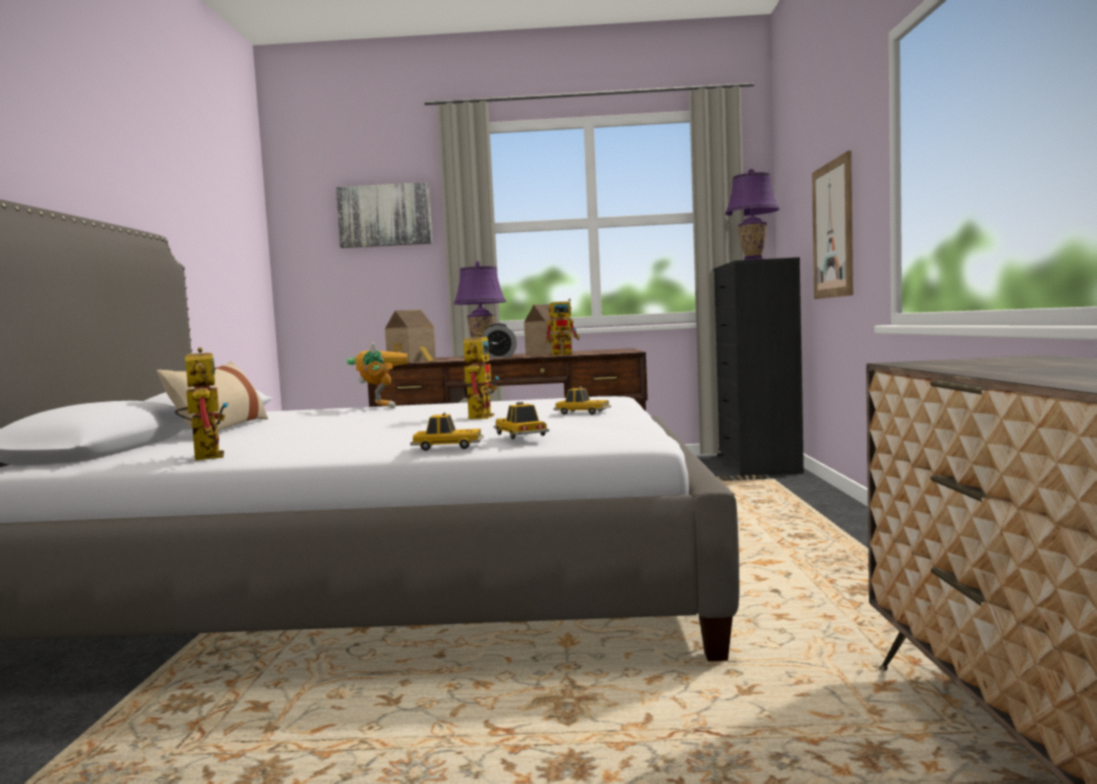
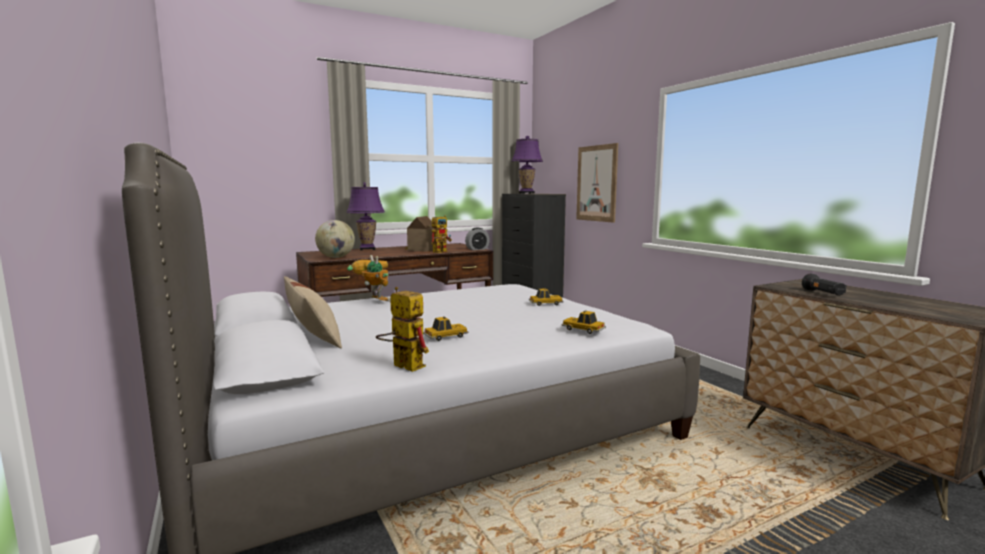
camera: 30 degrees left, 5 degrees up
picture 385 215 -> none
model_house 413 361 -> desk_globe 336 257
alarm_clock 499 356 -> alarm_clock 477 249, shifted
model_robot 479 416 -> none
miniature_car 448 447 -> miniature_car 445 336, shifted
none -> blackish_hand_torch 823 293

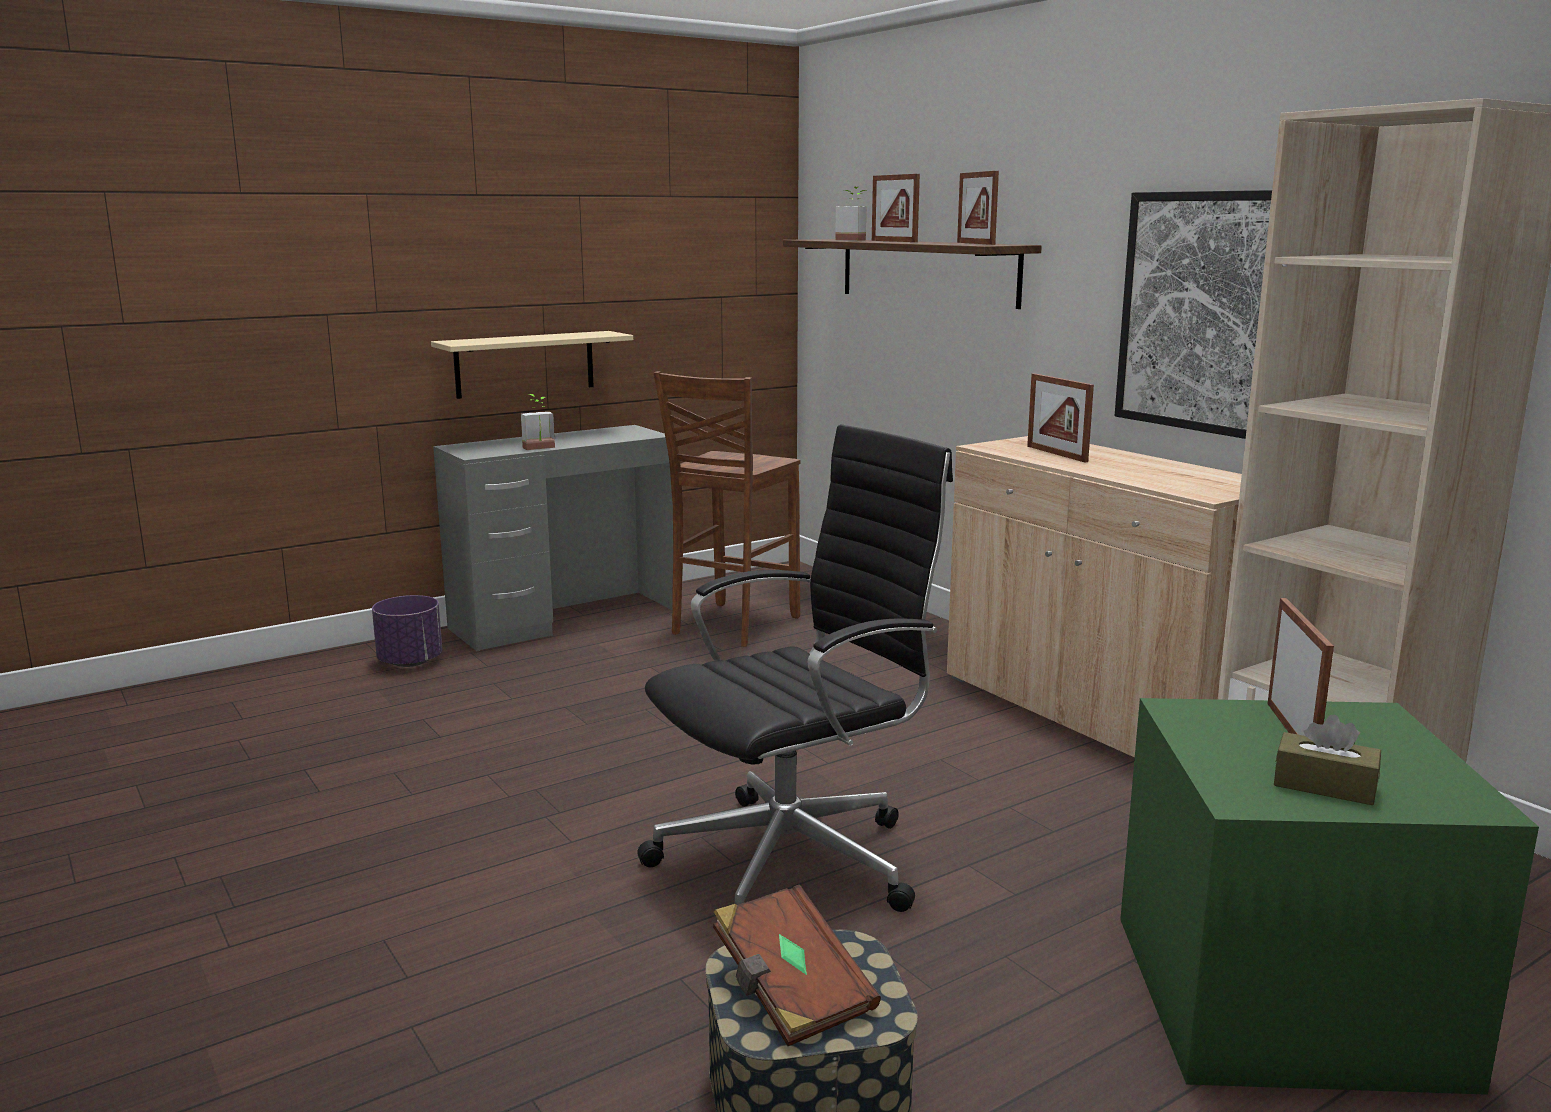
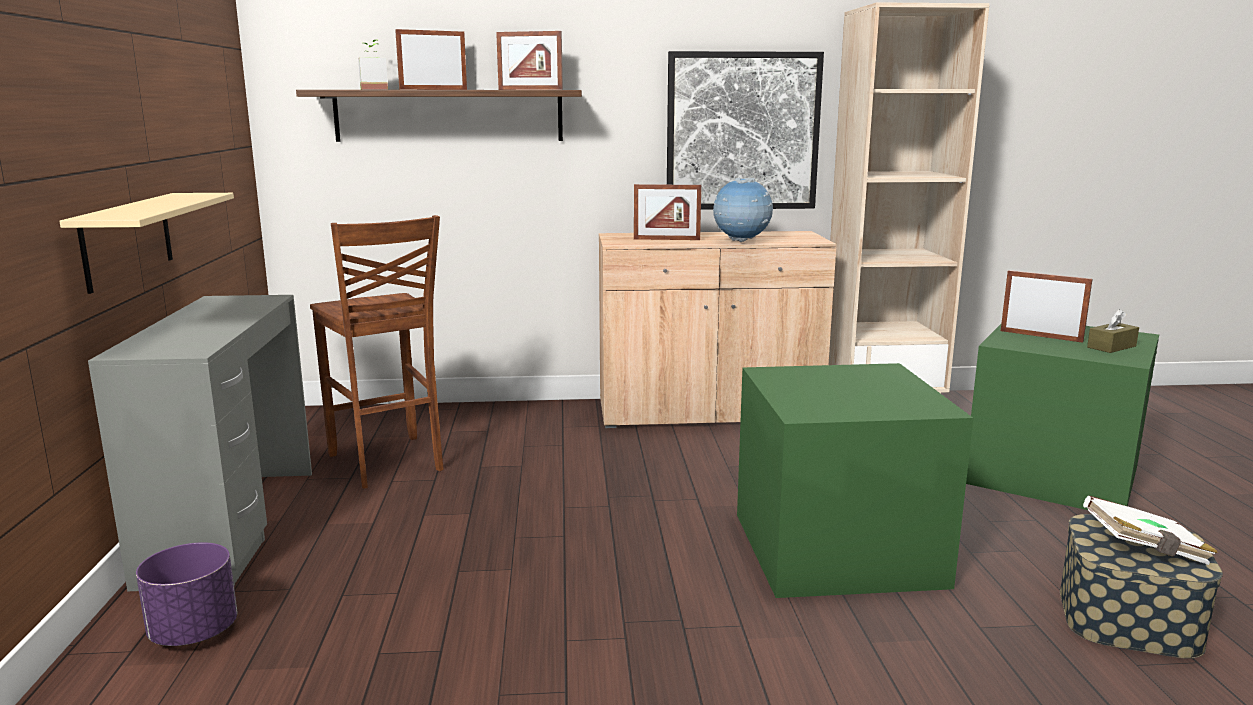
camera: 60 degrees left, 0 degrees up
picture_frame 894 241 -> picture_frame 433 89, 150 degrees clockwise
houseplant 540 448 -> none
blackish_desk_chair 795 861 -> green_storage_box 838 547
brown-coloured_book 791 991 -> whitish_book 1145 550
none -> desk_globe 741 242

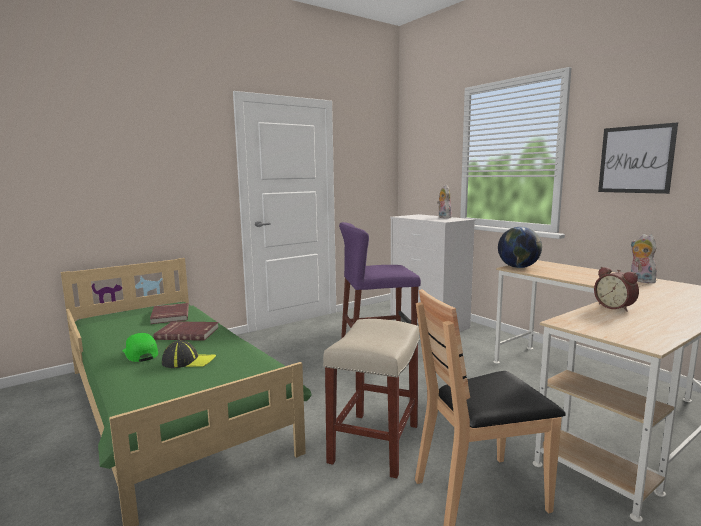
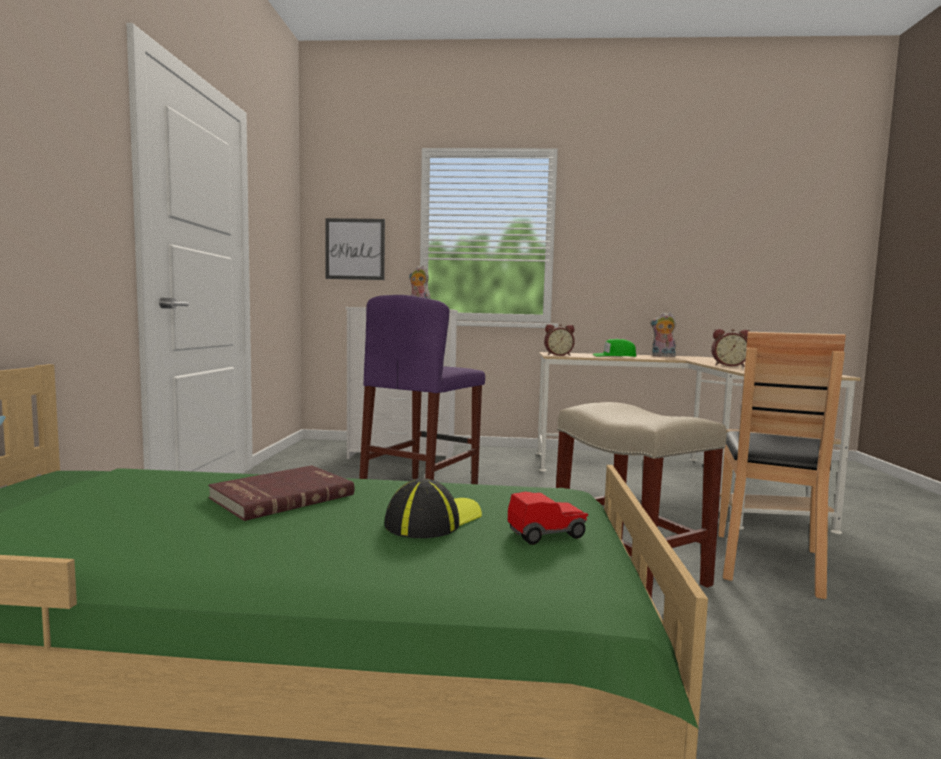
camera: 50 degrees left, 5 degrees down
picture 635 159 -> picture 355 249, shifted
desk_globe 518 267 -> alarm_clock 558 355
red-coloured_book 169 315 -> none
green_baseball_cap 140 353 -> green_baseball_cap 614 356, shifted
none -> miniature_car 546 534

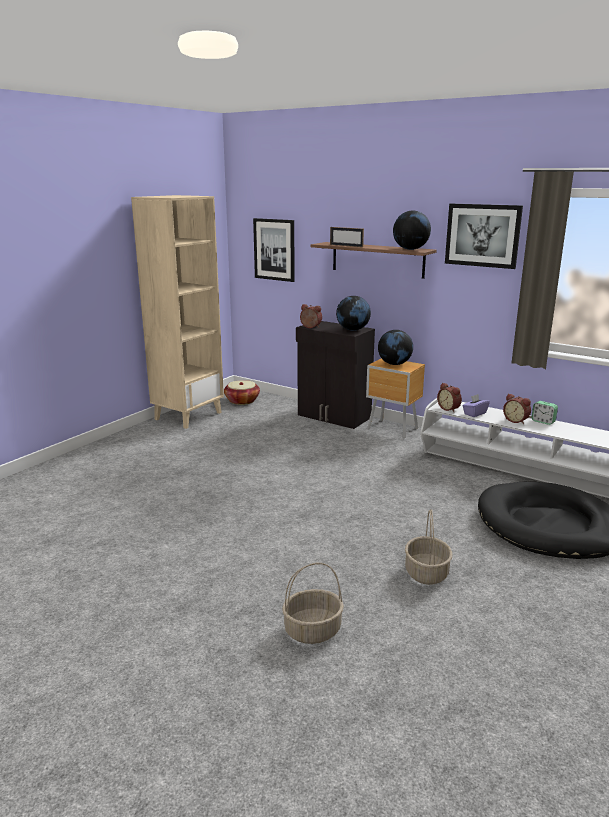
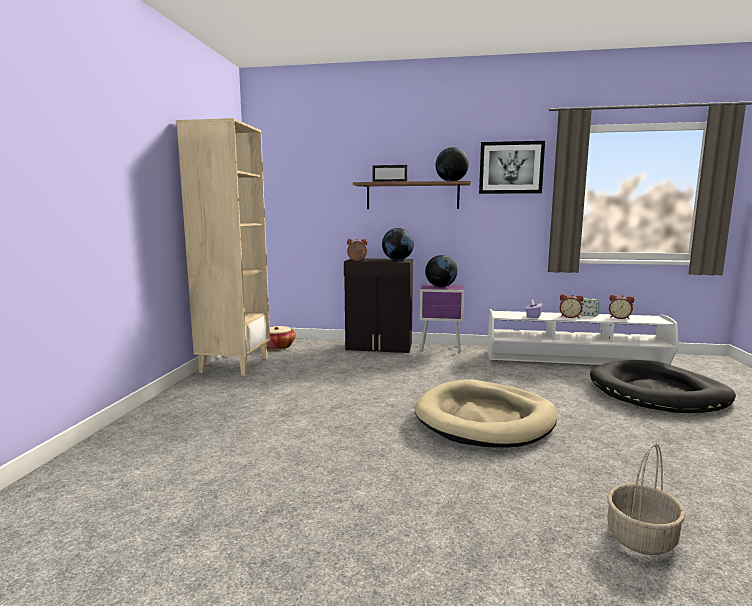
camera: 25 degrees left, 10 degrees down
picture 274 249 -> none
brown-coloured_nightstand 393 429 -> purple_nightstand 441 348
alarm_clock 449 409 -> alarm_clock 620 317, shifted
storage_basket 427 573 -> none
none -> sand-coloured_pet_bed 485 419

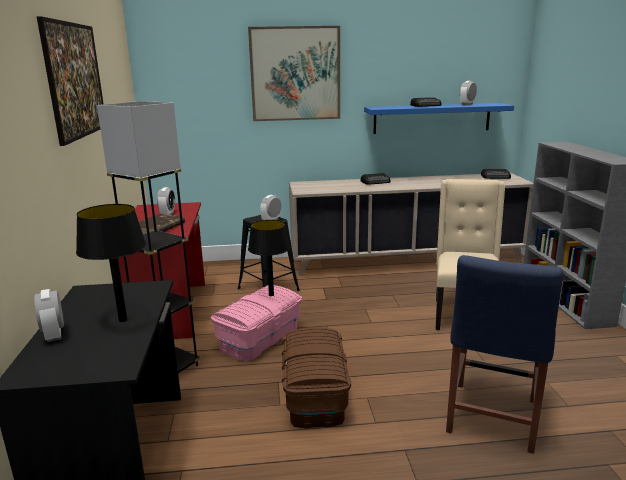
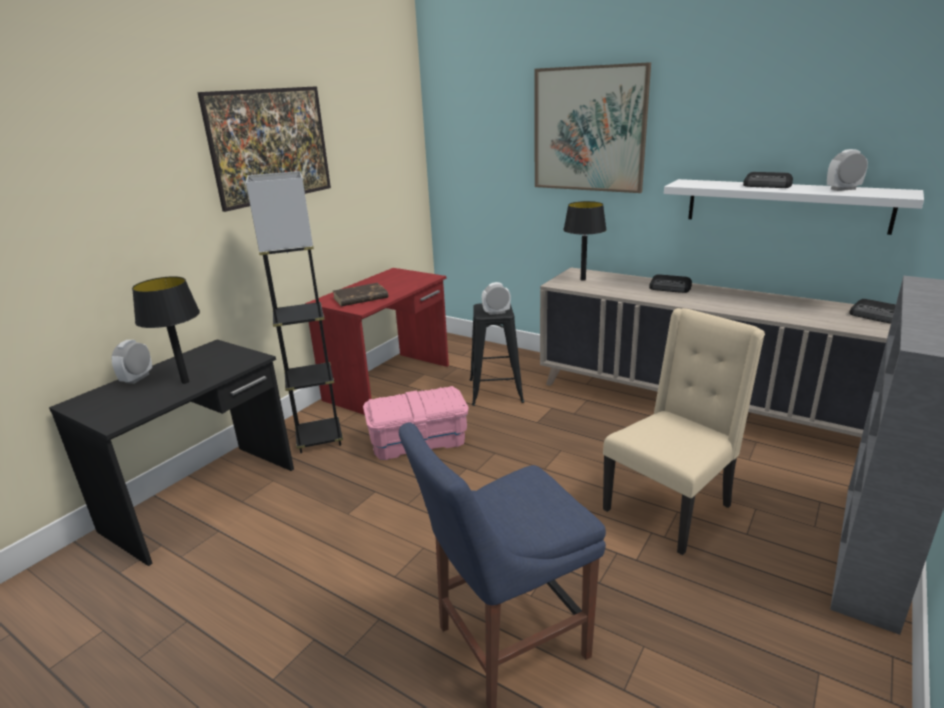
camera: 40 degrees right, 5 degrees up
blue_shelf 432 118 -> whitish_shelf 785 205
alarm_clock 167 214 -> none
blackish_tabletop_lamp 271 295 -> blackish_tabletop_lamp 583 279, shifted
brown-coloured_storage_box 314 395 -> none

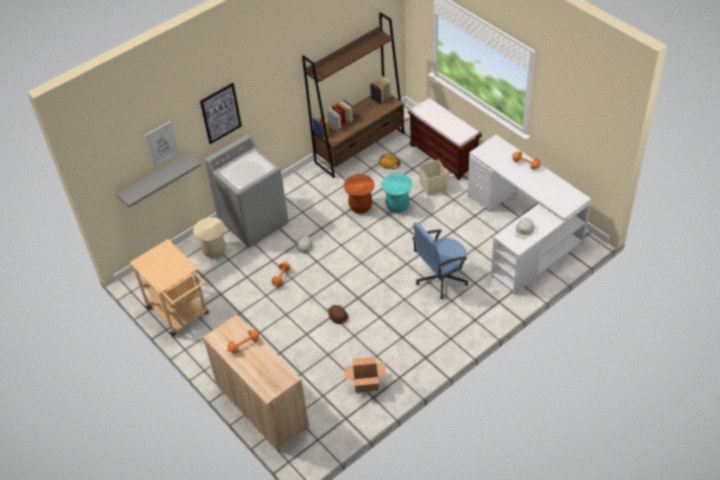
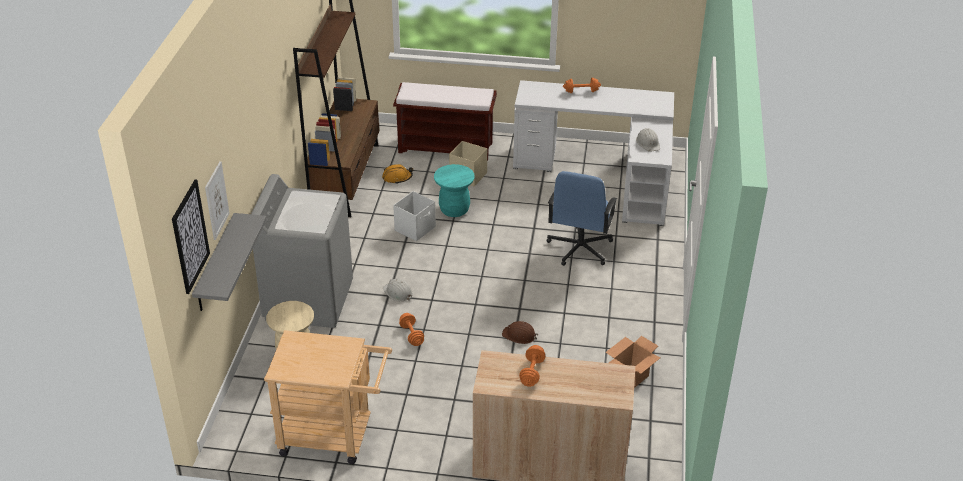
camera: 45 degrees left, 10 degrees down
picture 220 113 -> picture 190 236, shifted
brown-coloured_sitting_stool 360 207 -> whitish_storage_box 415 228

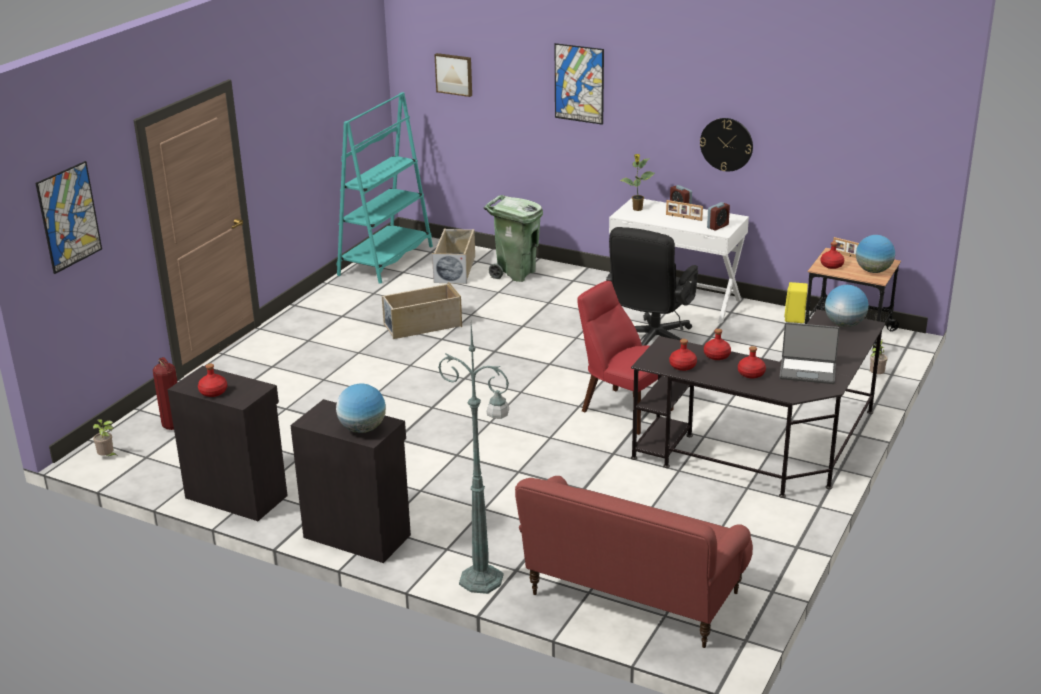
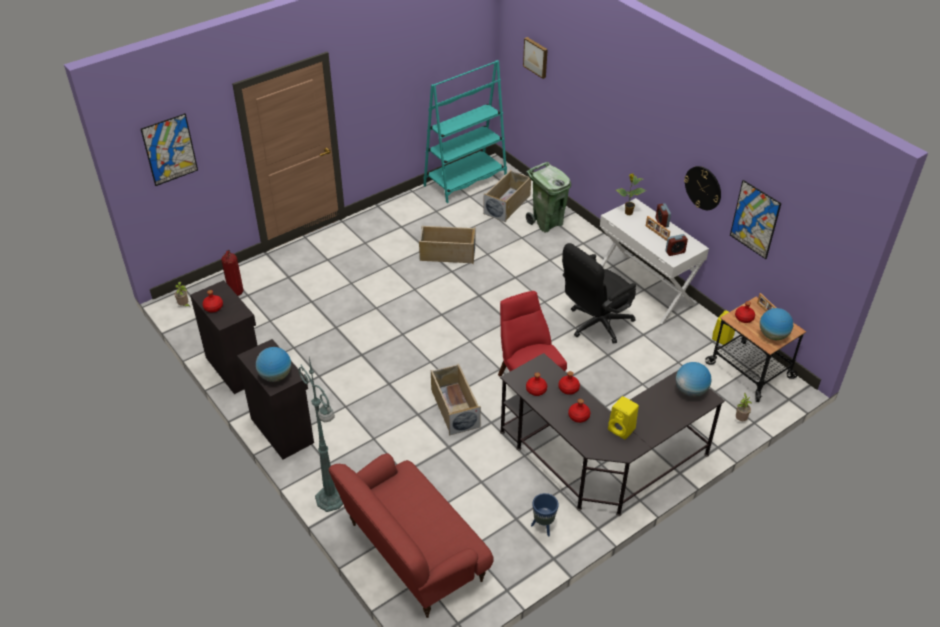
camera: 25 degrees right, 15 degrees up
picture 579 83 -> picture 755 219, shifted
laptop 807 371 -> yellow-coloured_audio_speaker 622 429
none -> sand-coloured_storage_box 454 408
none -> blue_flower_pot 543 527

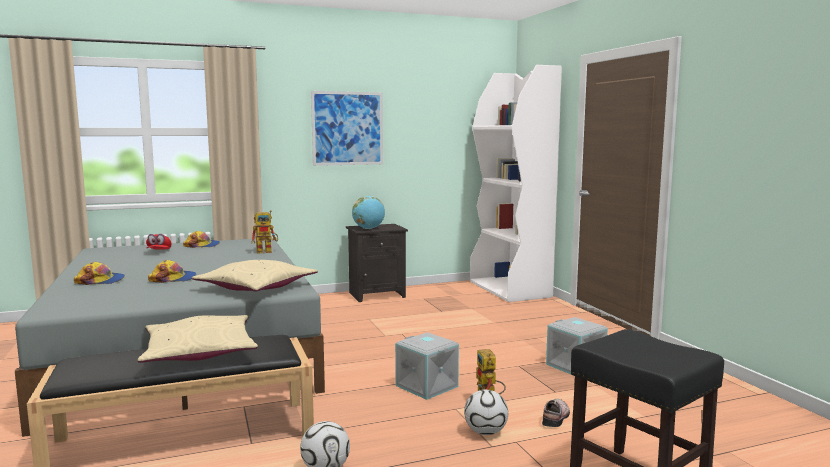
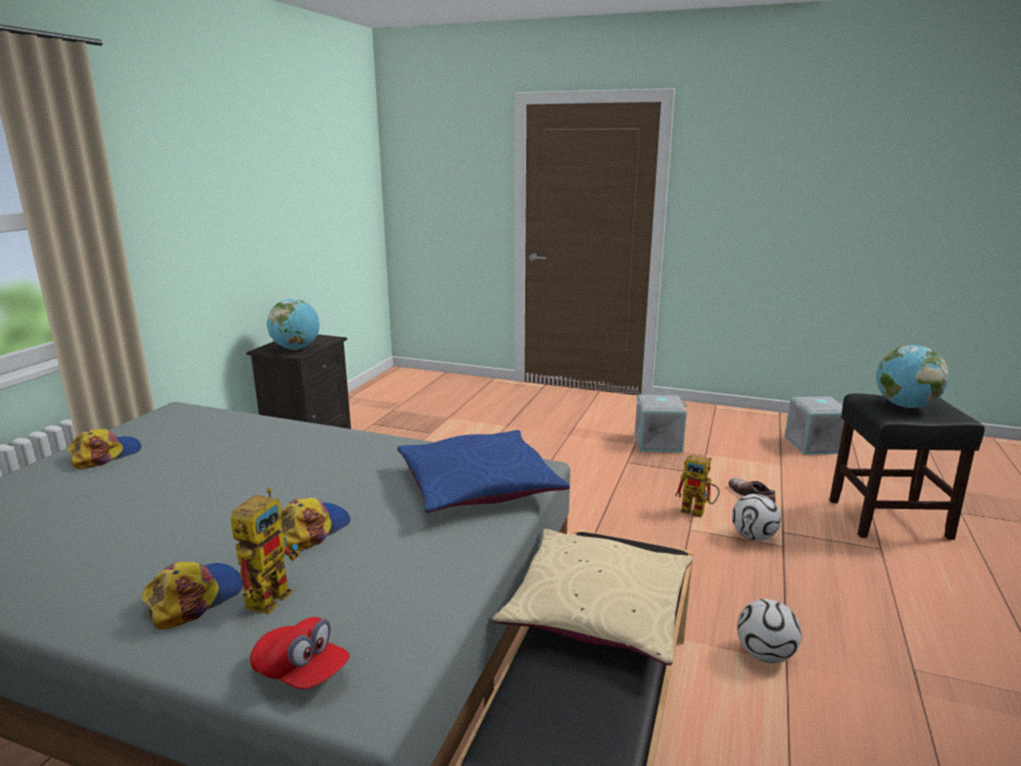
camera: 50 degrees left, 10 degrees up
whitish_bookcase 510 289 -> none
picture 347 128 -> none
model_robot 267 251 -> model_robot 271 592, shifted
red-coloured_baseball_cap 159 252 -> red-coloured_baseball_cap 301 672, shifted
sand-coloured_cushion 257 287 -> blue_cushion 478 485
greyish_storage_box 428 386 -> greyish_storage_box 814 444, shifted
none -> desk_globe 904 406

